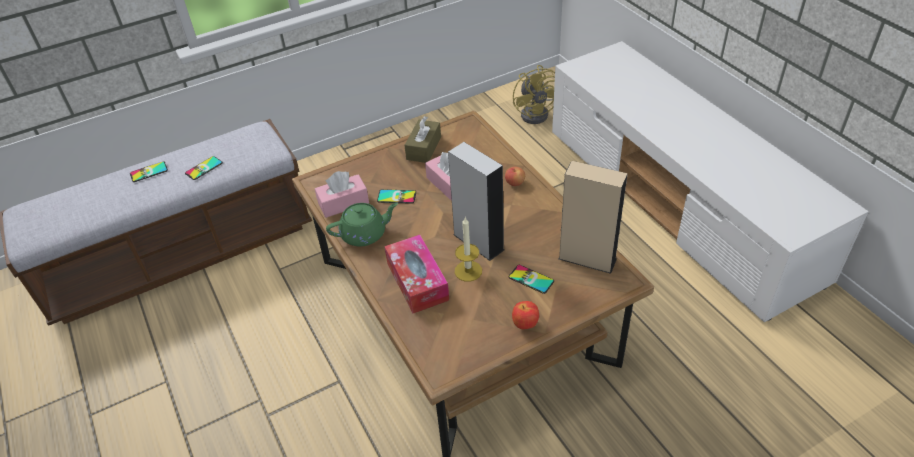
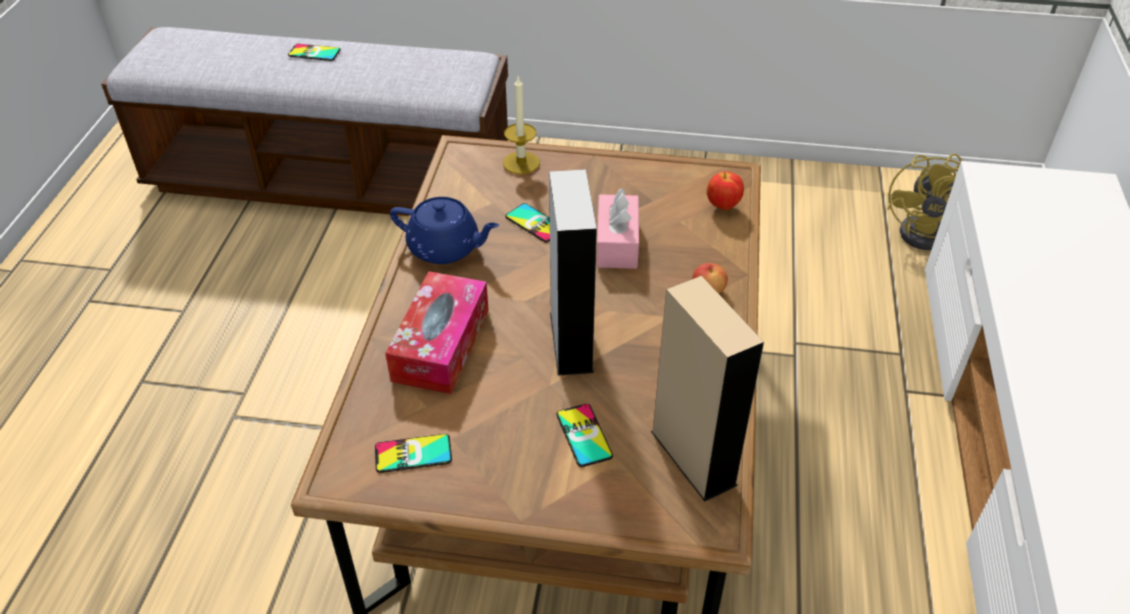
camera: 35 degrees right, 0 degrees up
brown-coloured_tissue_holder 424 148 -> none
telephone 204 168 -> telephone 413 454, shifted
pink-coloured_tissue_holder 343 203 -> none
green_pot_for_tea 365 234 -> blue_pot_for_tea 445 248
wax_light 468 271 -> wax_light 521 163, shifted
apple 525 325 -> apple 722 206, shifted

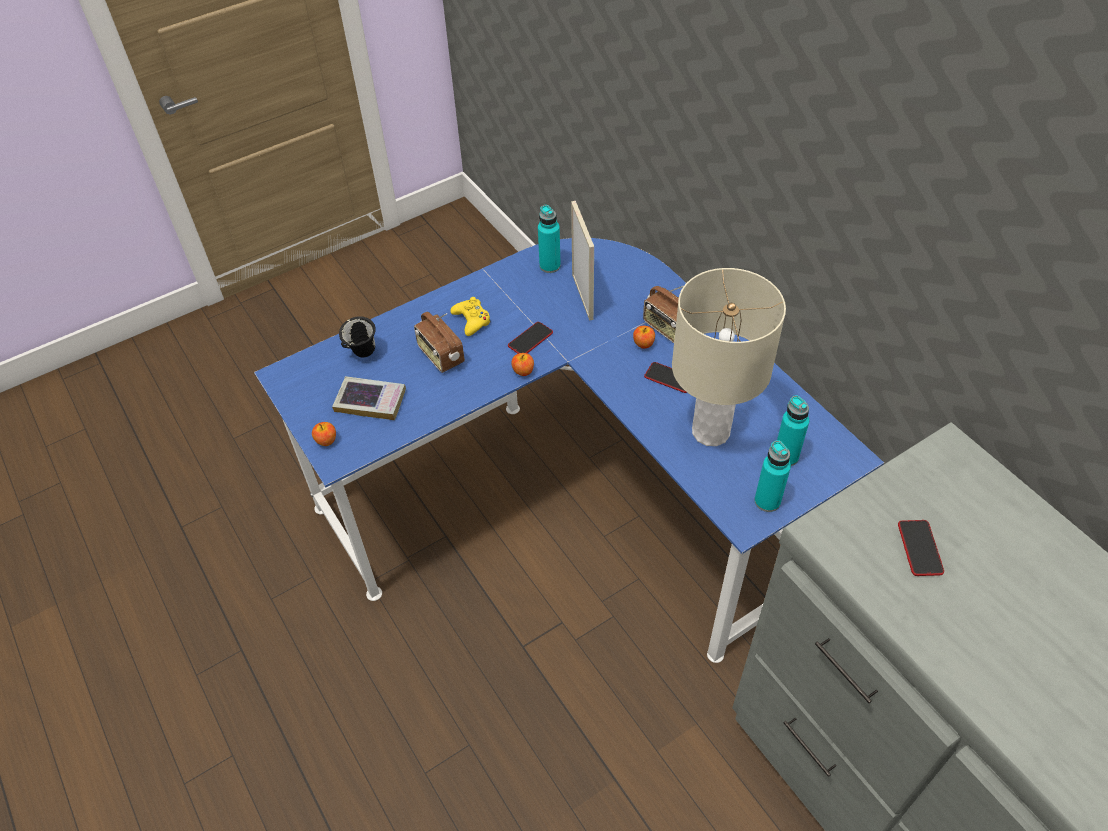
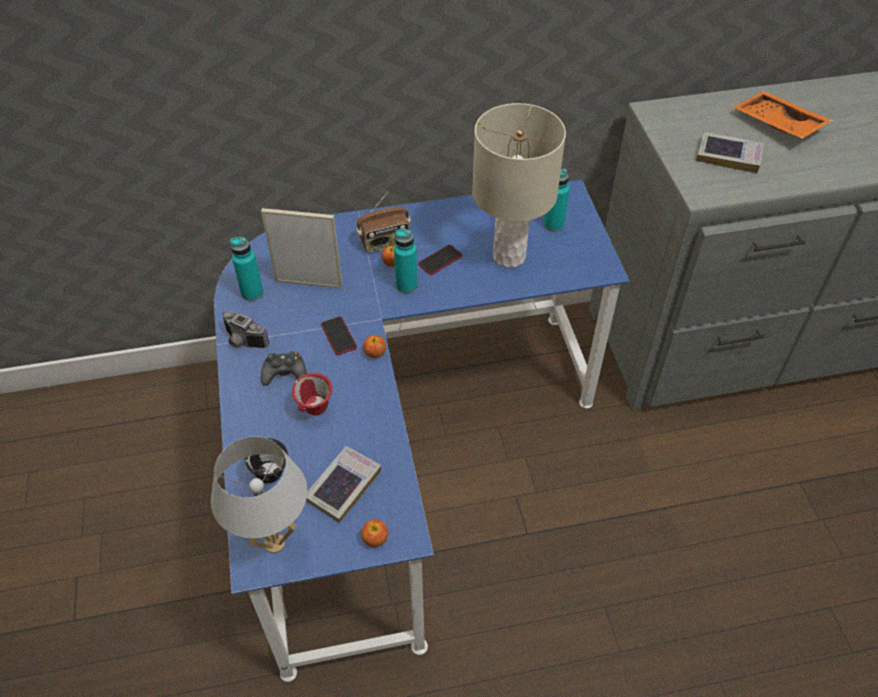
camera: 70 degrees left, 0 degrees up
yellow-coloured_game_controller 472 320 -> blackish_game_controller 284 373
radio_receiver 440 356 -> red-coloured_coffee_mug 316 411
turquoise_beverage_bottle 767 501 -> turquoise_beverage_bottle 406 285, shifted
telephone 920 548 -> book 728 156
none -> orange_carrying_tray 777 125
none -> still_camera 242 342
none -> whitish_tabletop_lamp 275 543

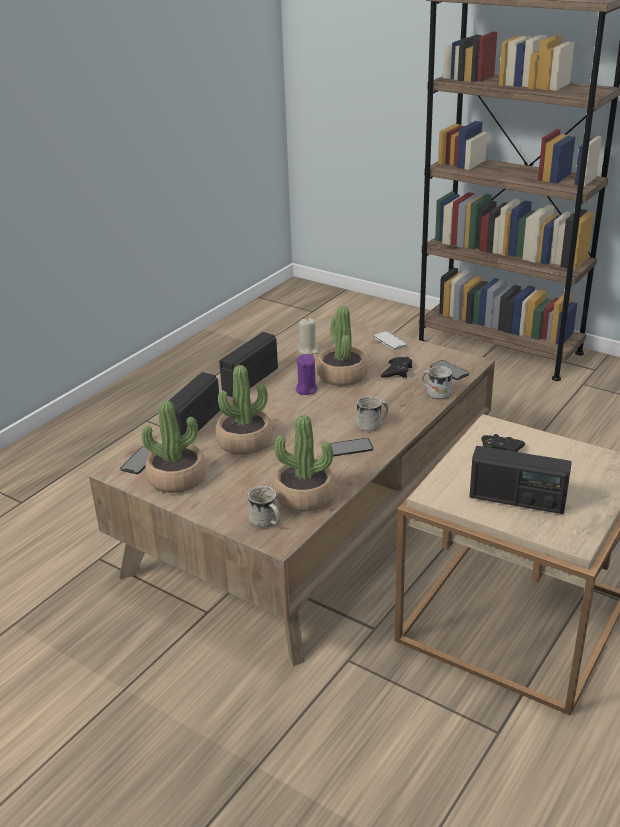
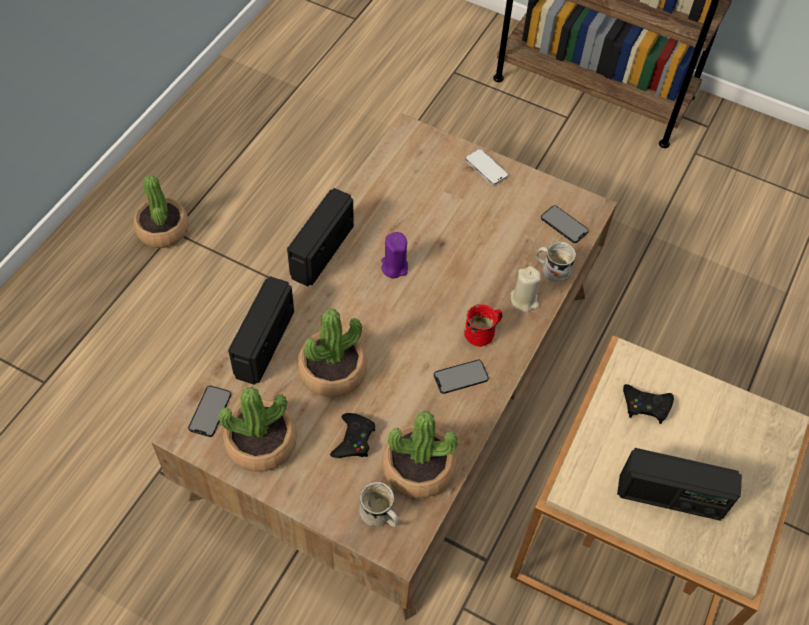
camera: 10 degrees left, 25 degrees up
houseplant 342 375 -> houseplant 162 230, shifted
sand-coloured_wax_light 308 350 -> sand-coloured_wax_light 524 300, shifted
blackish_game_controller 397 371 -> blackish_game_controller 354 439, shifted
whitish_coffee_mug 373 424 -> red-coloured_coffee_mug 483 332

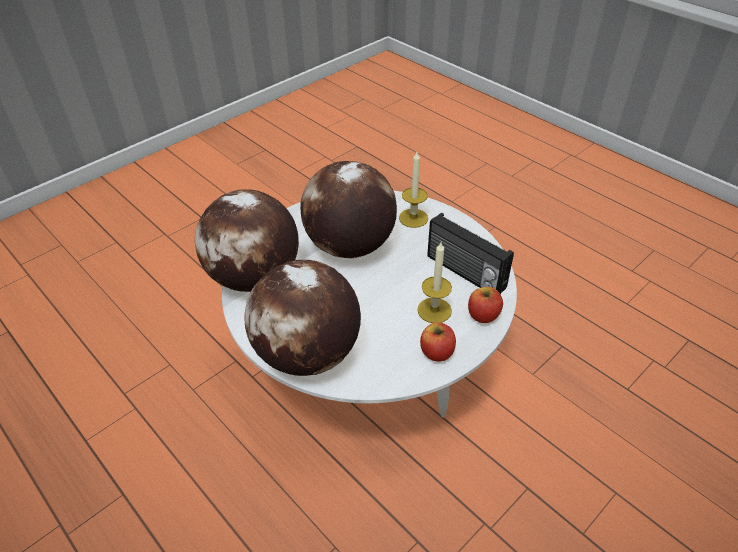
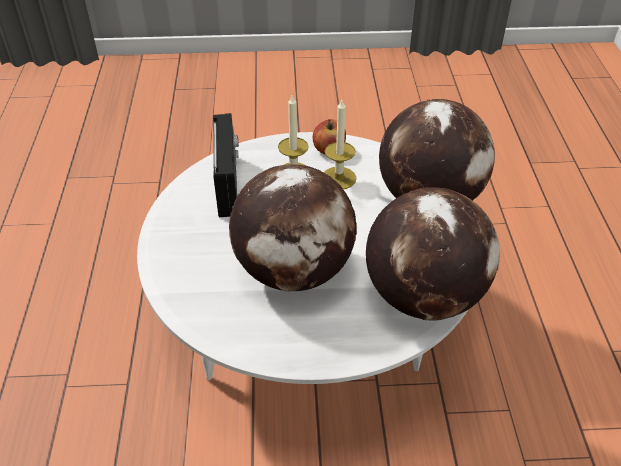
camera: 140 degrees left, 0 degrees up
wax_light 413 218 -> wax_light 339 178, shifted
apple 483 315 -> none

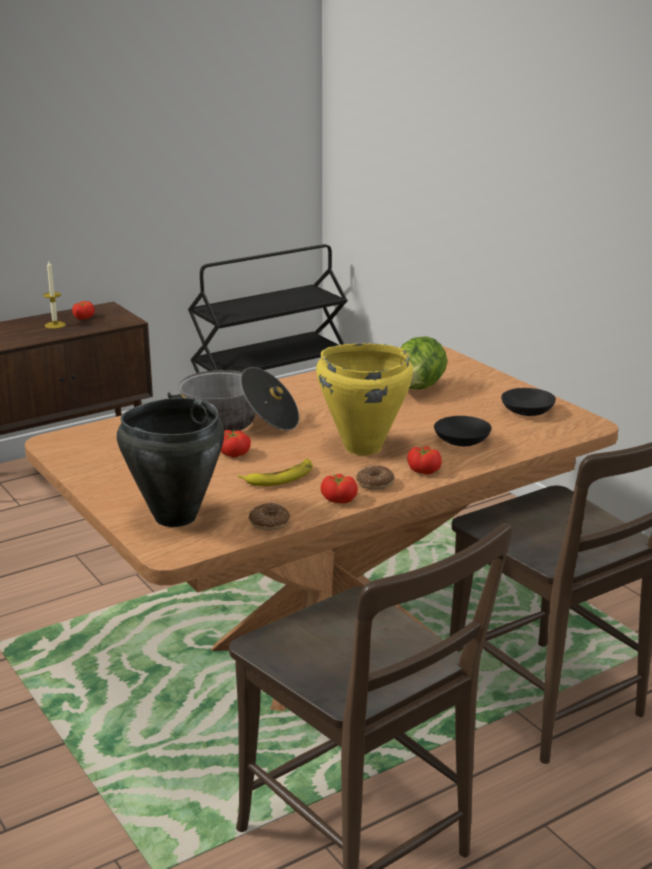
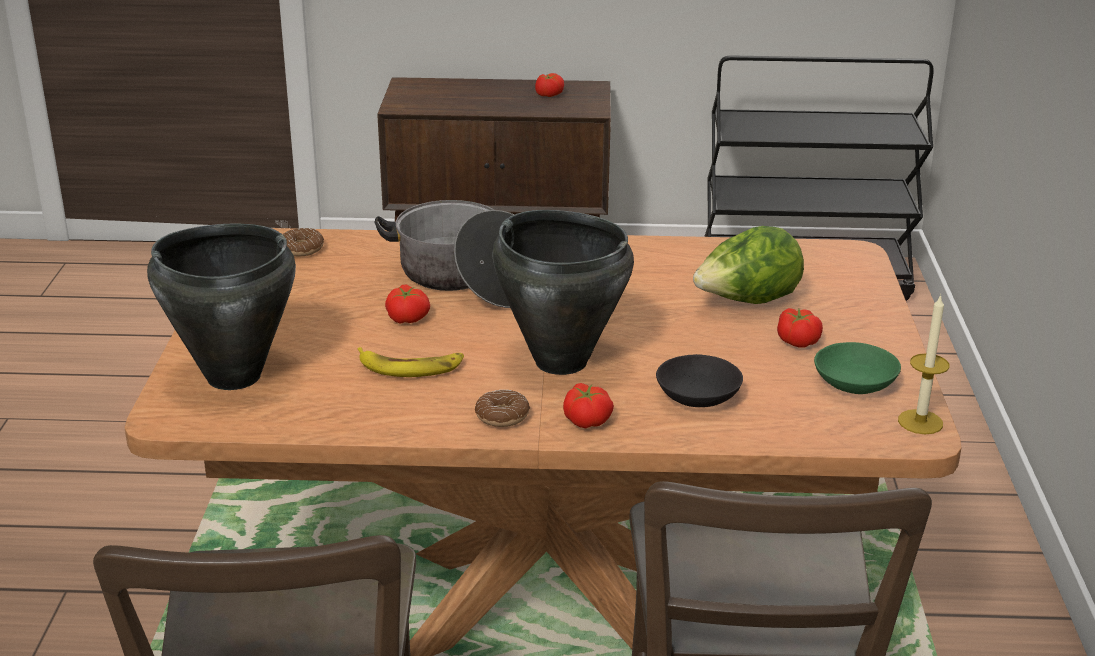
camera: 35 degrees right, 5 degrees up
wax_light 55 325 -> wax_light 920 422, shifted
yellow-coloured_cooking_pot 362 447 -> blackish_cooking_pot 560 361
blackish_deep_dish 527 411 -> green_deep_dish 856 382
fresh_tomato 339 499 -> fresh_tomato 798 341, shifted
donut 269 523 -> donut 302 249, shifted

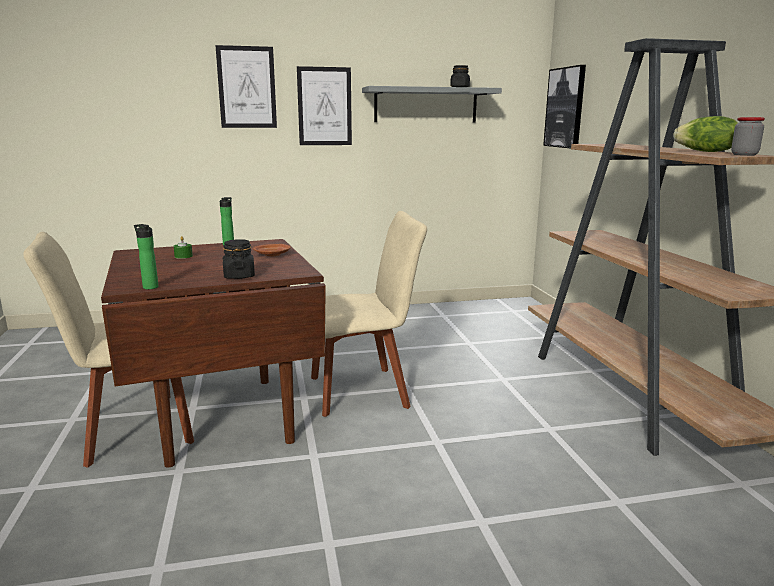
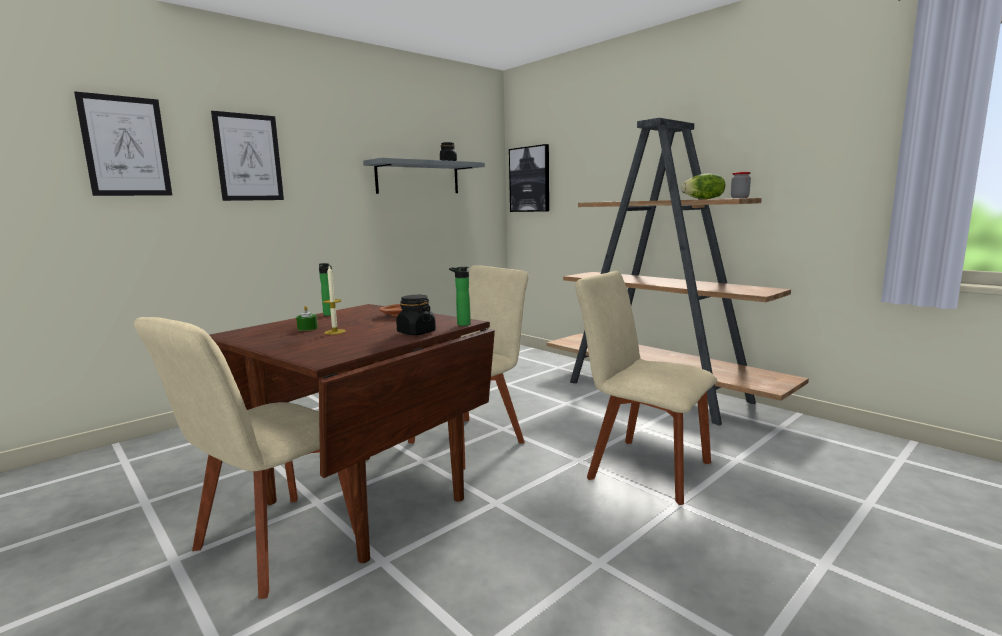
camera: 30 degrees left, 5 degrees down
picture 324 106 -> picture 126 146, shifted
beverage_bottle 149 287 -> beverage_bottle 461 324, shifted
none -> wax_light 335 332
none -> sand-coloured_chair 643 468

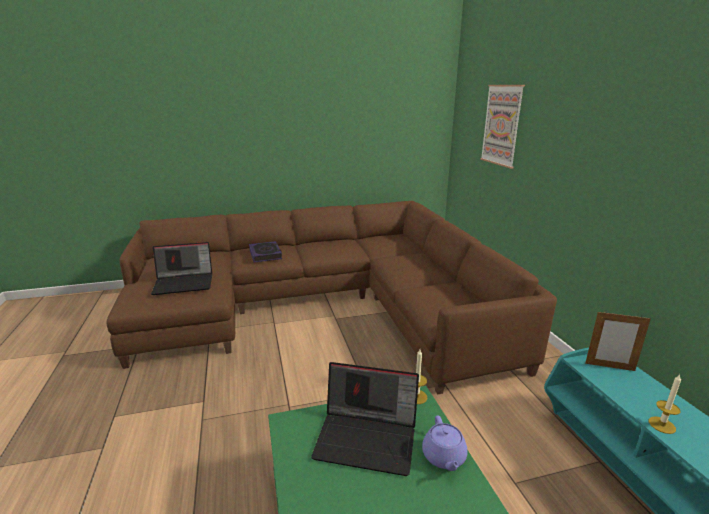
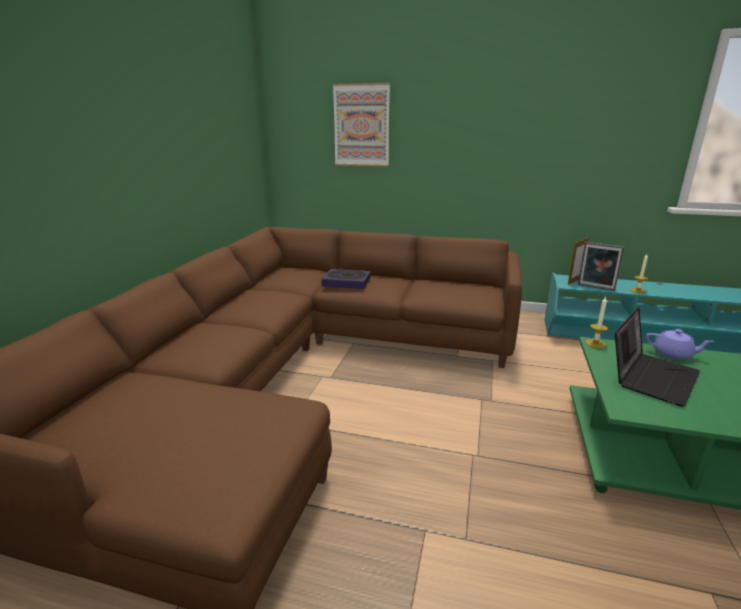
camera: 60 degrees left, 0 degrees up
book 265 254 -> book 346 282, shifted
laptop 185 283 -> none
none -> picture_frame 595 288

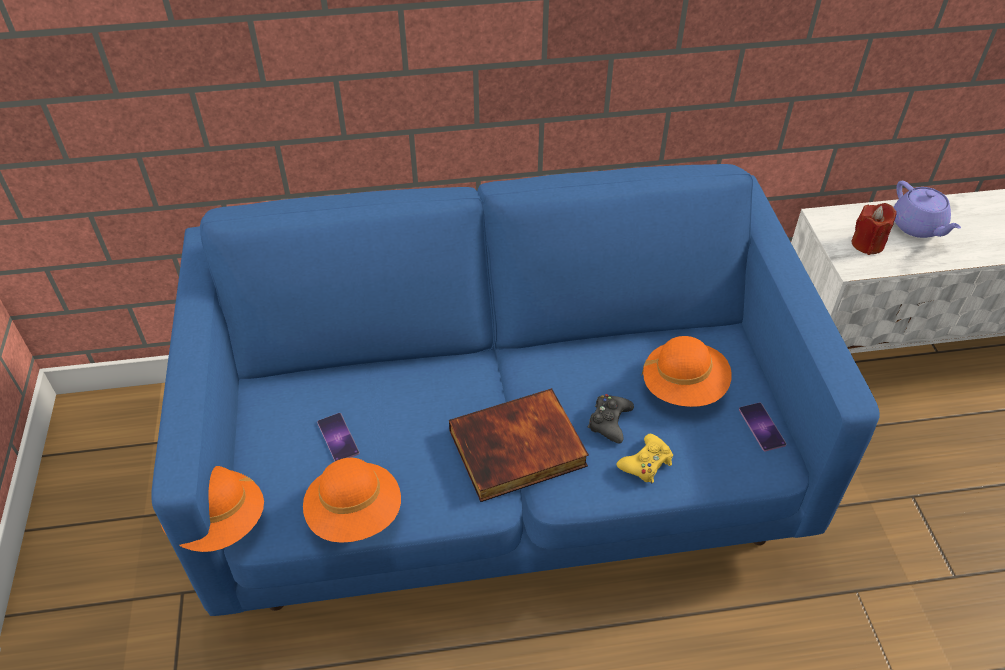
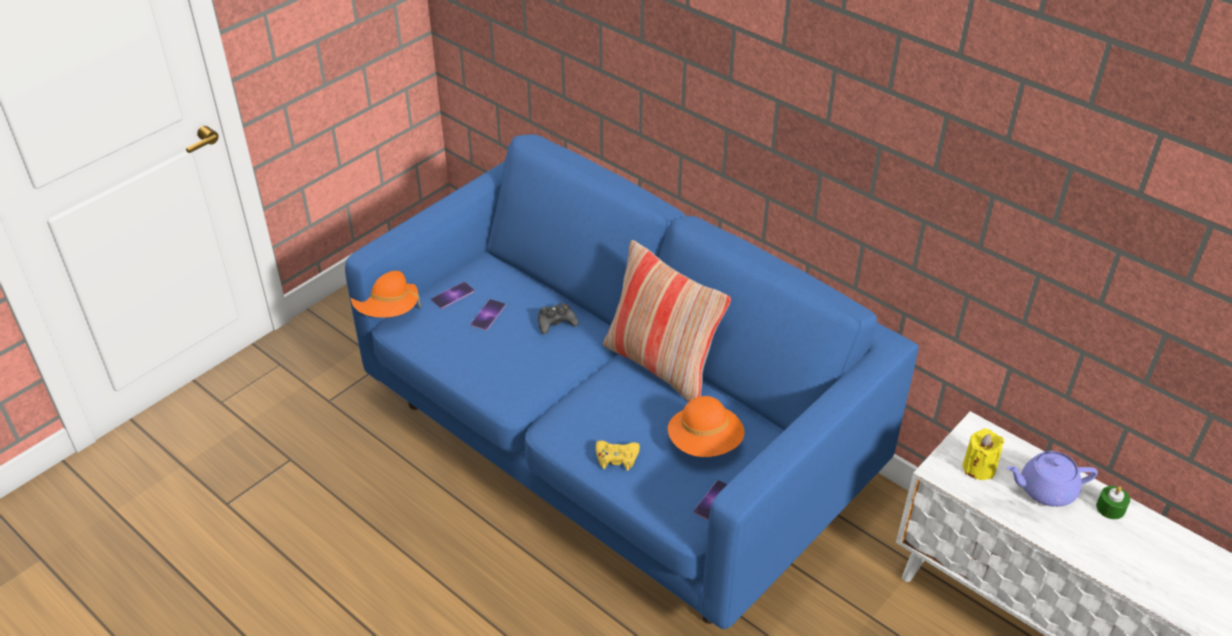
camera: 50 degrees right, 5 degrees down
purple_pot_for_tea 918 226 -> purple_pot_for_tea 1045 490, 60 degrees clockwise
red-coloured_wax_light 867 244 -> yellow-coloured_wax_light 979 468
book 517 450 -> none
blackish_game_controller 609 422 -> blackish_game_controller 556 323, shifted
orange_wearable_hat 355 514 -> none
none -> cushion 661 366
none -> telephone 453 295
none -> green_wax_light 1110 508

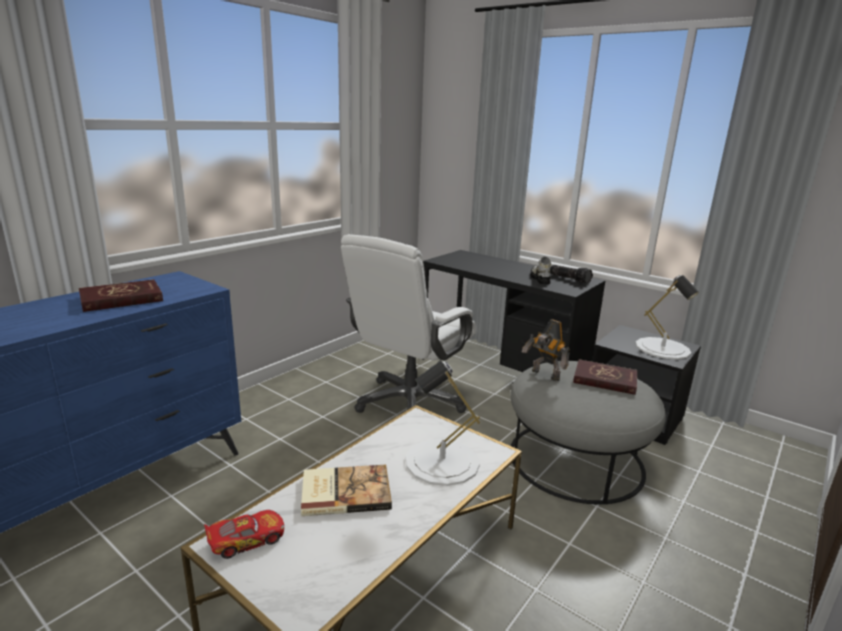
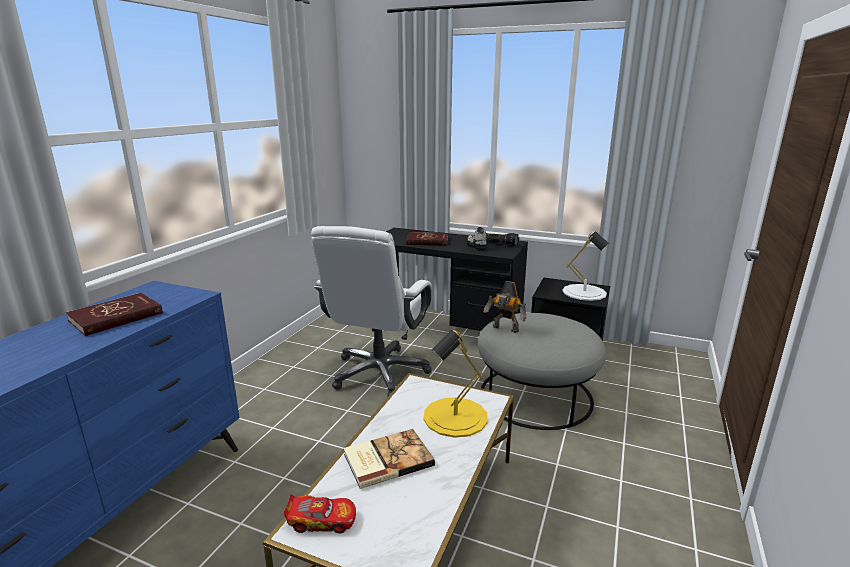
camera: 15 degrees left, 0 degrees up
red-coloured_book 605 380 -> red-coloured_book 427 241, shifted
whitish_tabletop_lamp 442 462 -> yellow-coloured_tabletop_lamp 455 417
miniature_car 246 540 -> miniature_car 322 520, 45 degrees clockwise

